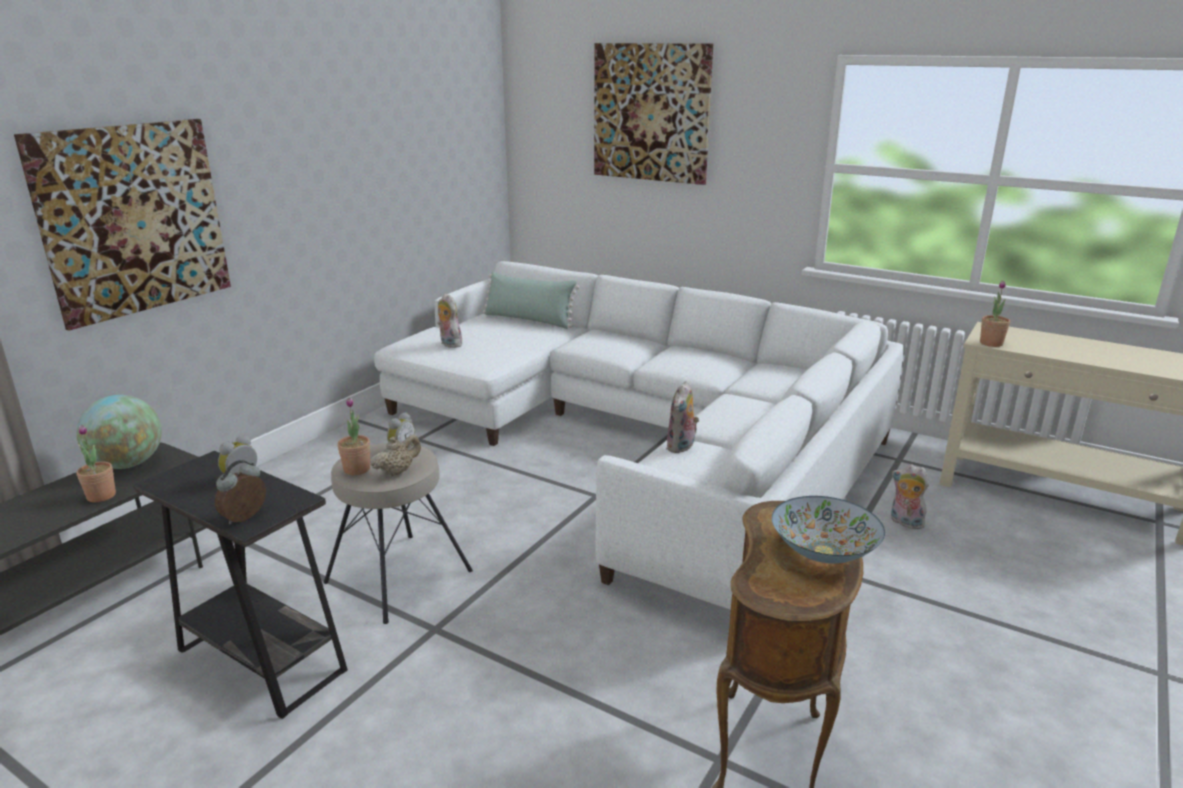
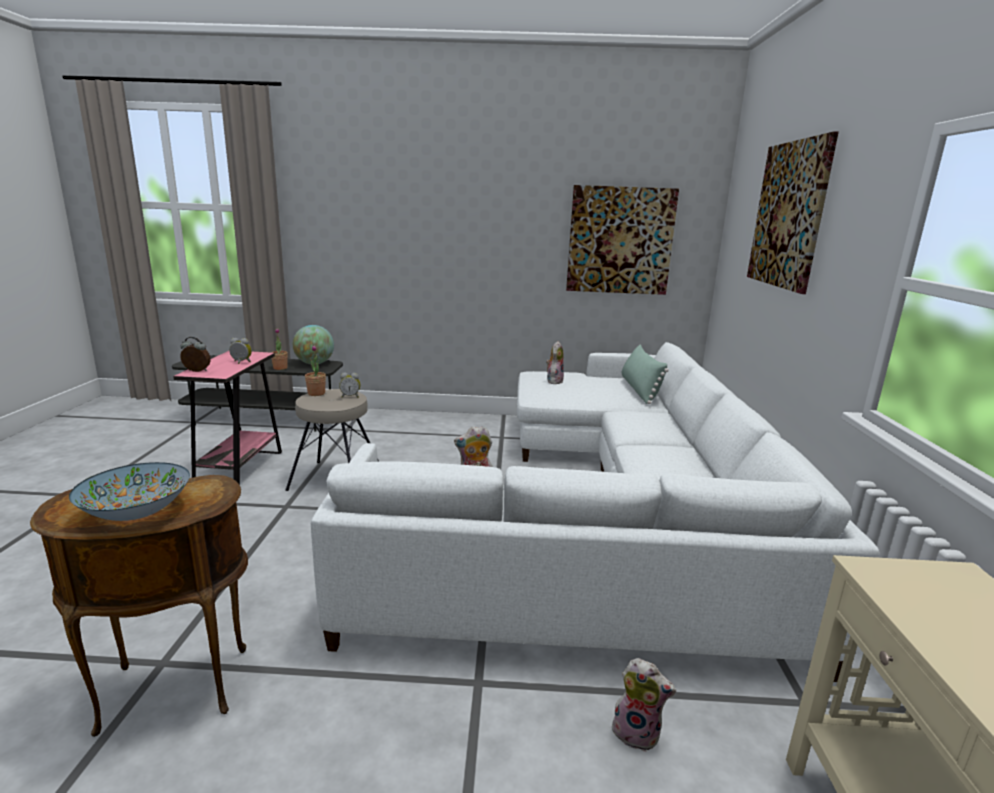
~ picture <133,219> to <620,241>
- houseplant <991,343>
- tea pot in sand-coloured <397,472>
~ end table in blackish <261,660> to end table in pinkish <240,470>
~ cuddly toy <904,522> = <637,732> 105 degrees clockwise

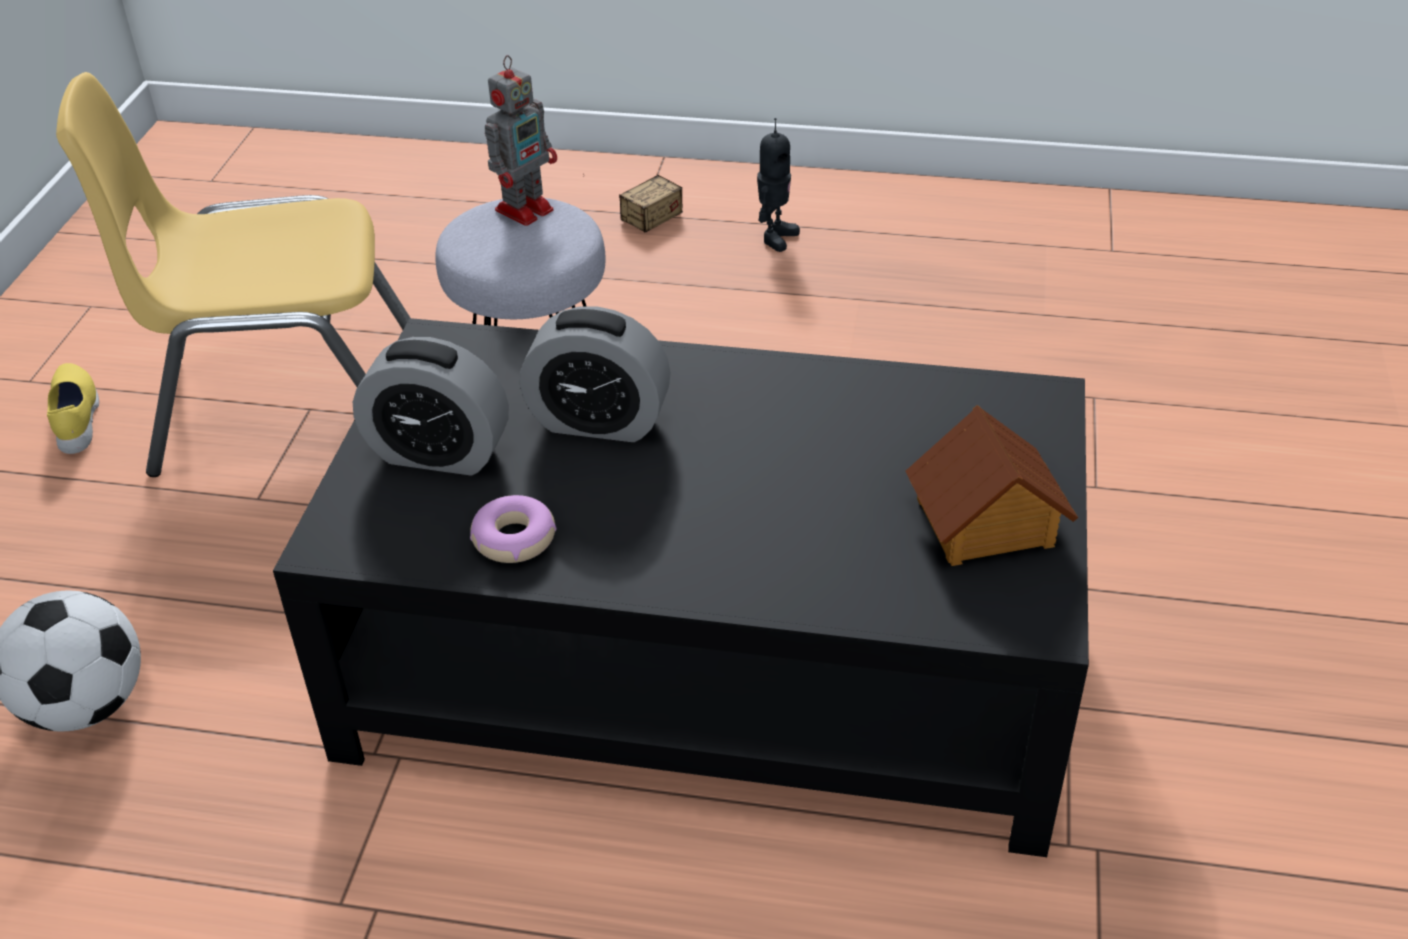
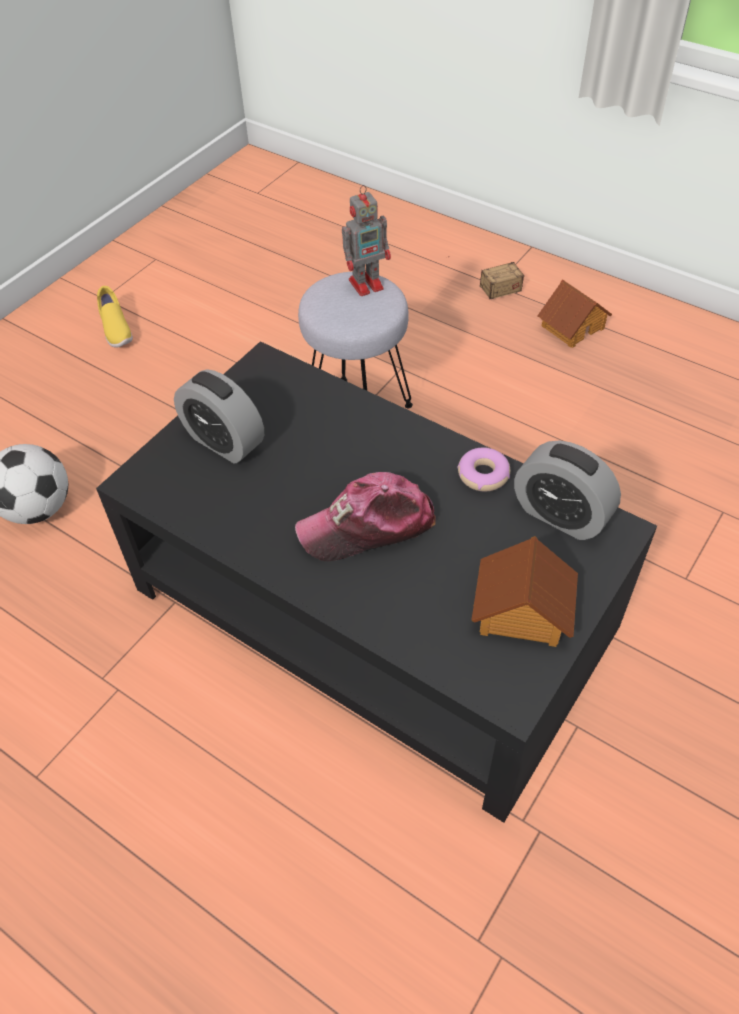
- chair in yellow-coloured <287,401>
~ robot figure <775,237> to model house <572,326>
~ alarm clock <599,421> to <560,515>
~ low shoe in yellow-coloured <78,419> = <116,330> 150 degrees clockwise
~ ring doughnut <514,539> to <483,475>
+ baseball cap <368,526>

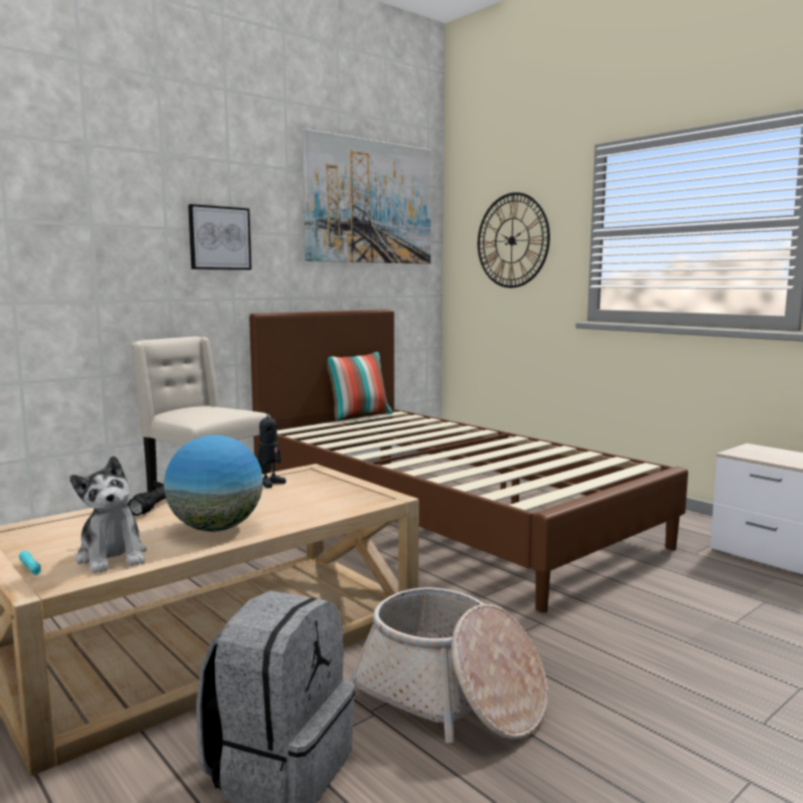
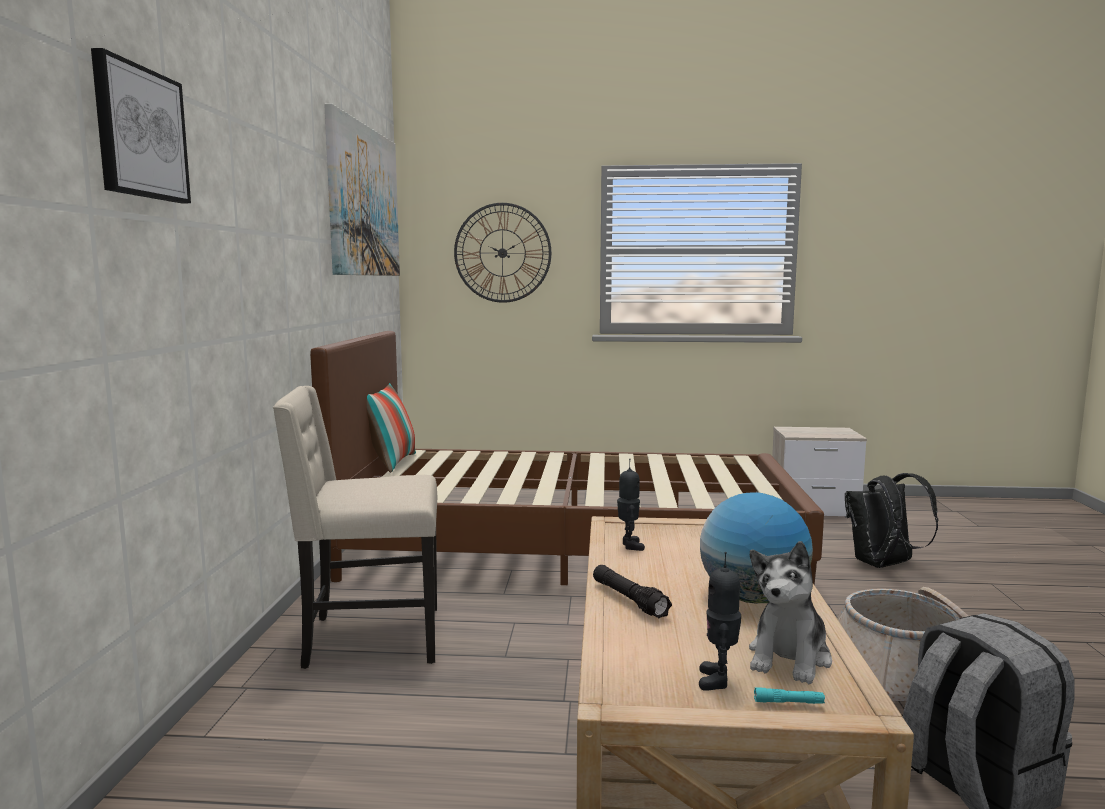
~ picture <219,238> to <140,133>
~ cuddly toy <112,556> = <789,657> 105 degrees clockwise
+ backpack in blackish <883,565>
+ robot figure <718,680>

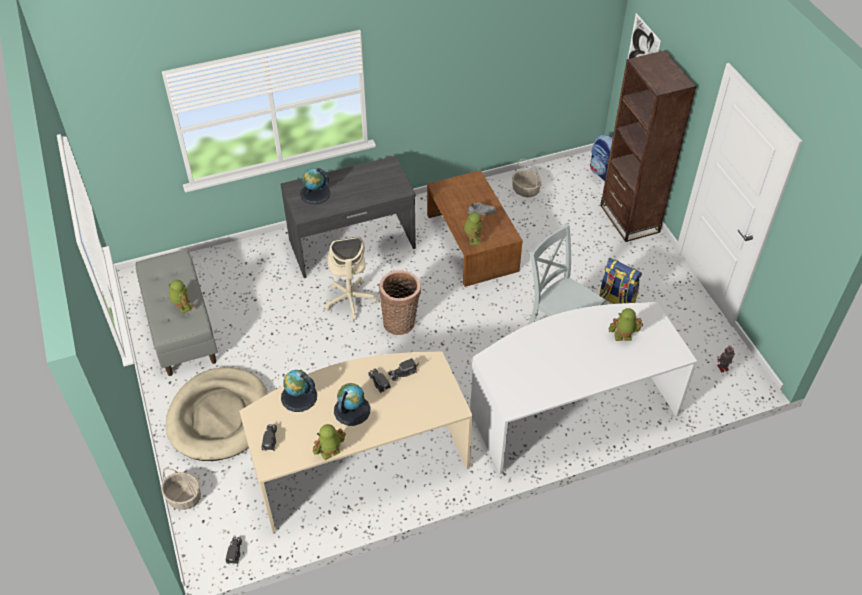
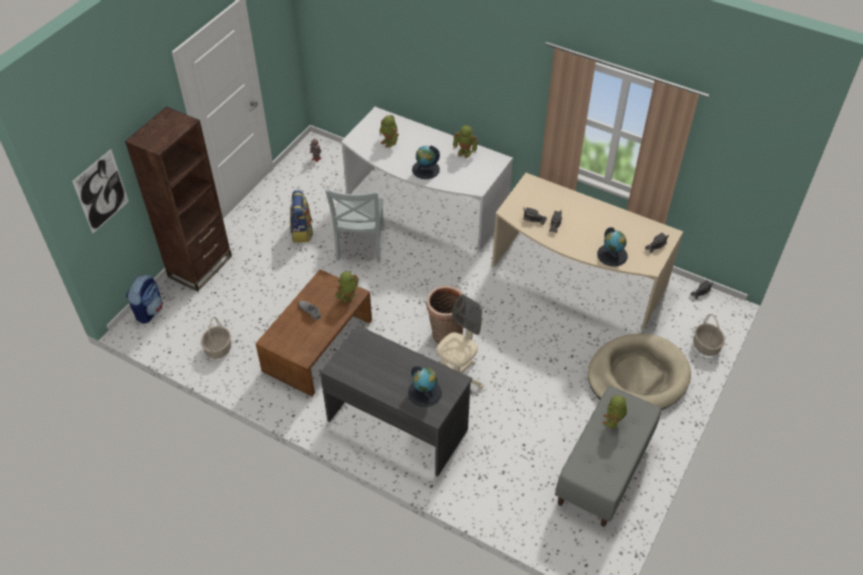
~ globe <352,410> to <425,169>
~ robot figure <330,453> to <465,152>

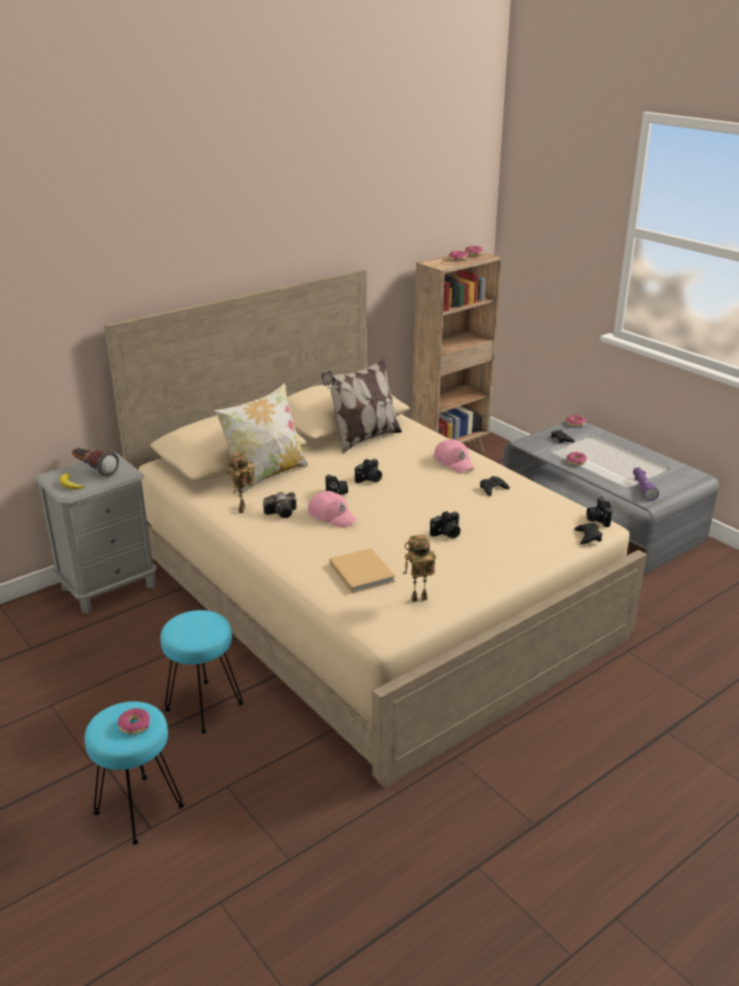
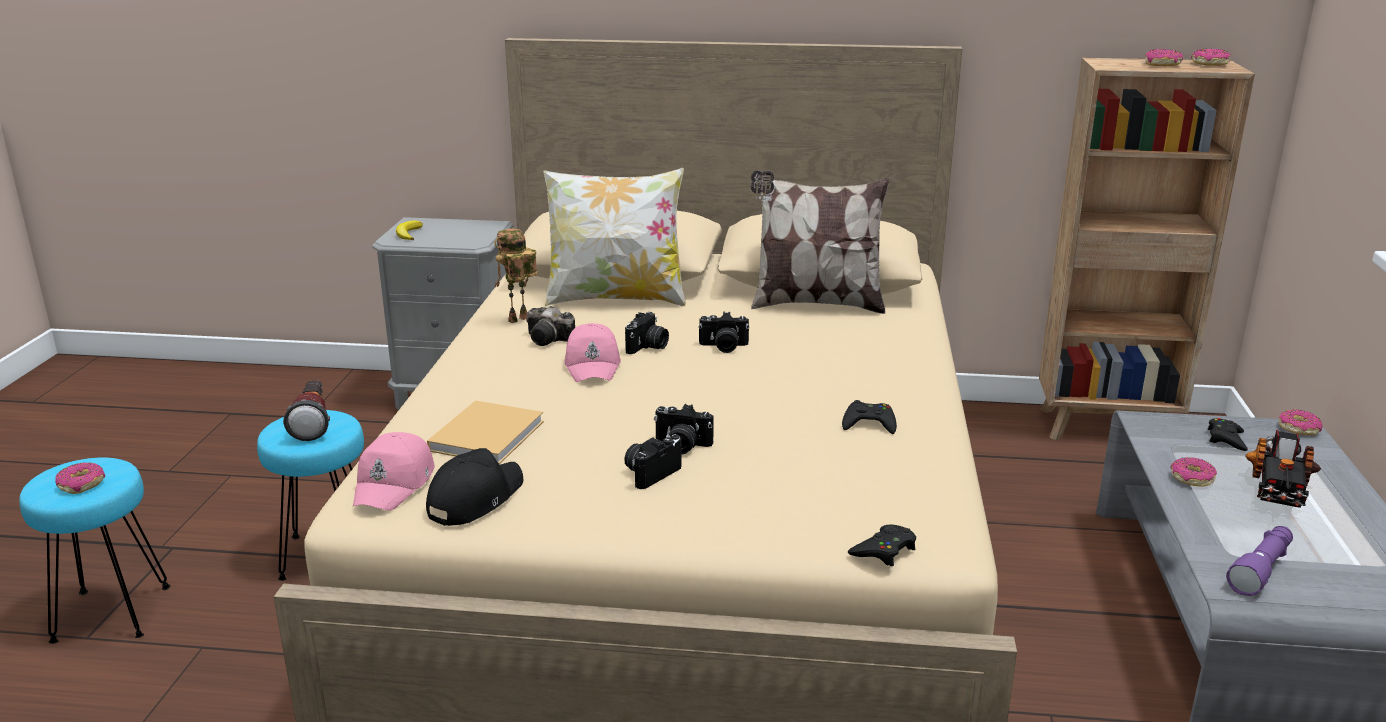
~ baseball cap in pinkish <454,462> to <395,484>
~ flashlight <94,469> to <313,422>
~ photo camera <597,519> to <650,473>
~ robot figure <418,600> to baseball cap in blackish <474,499>
+ toy lorry <1277,488>

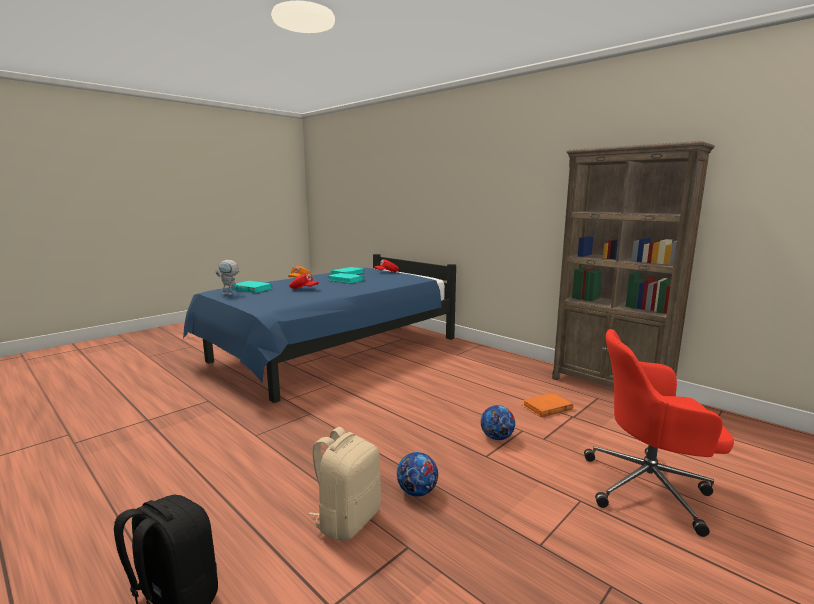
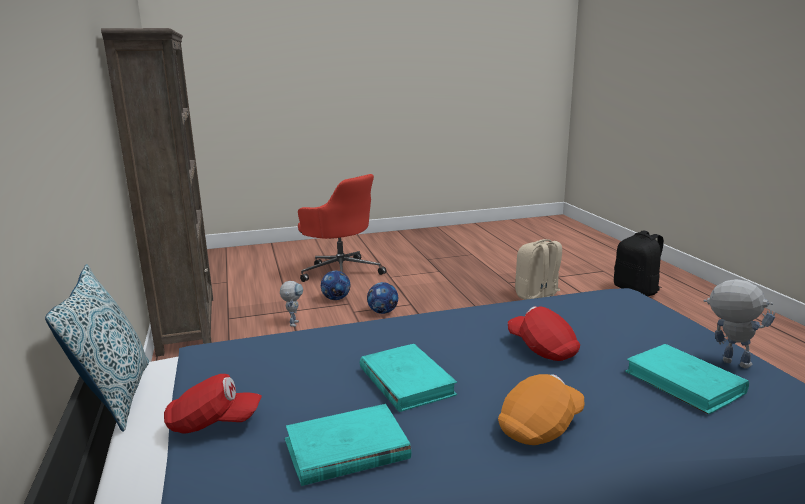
~ volume in orangey <547,407> to robot figure <293,322>
~ football ball <417,492> to <336,299>
+ pillow <116,396>

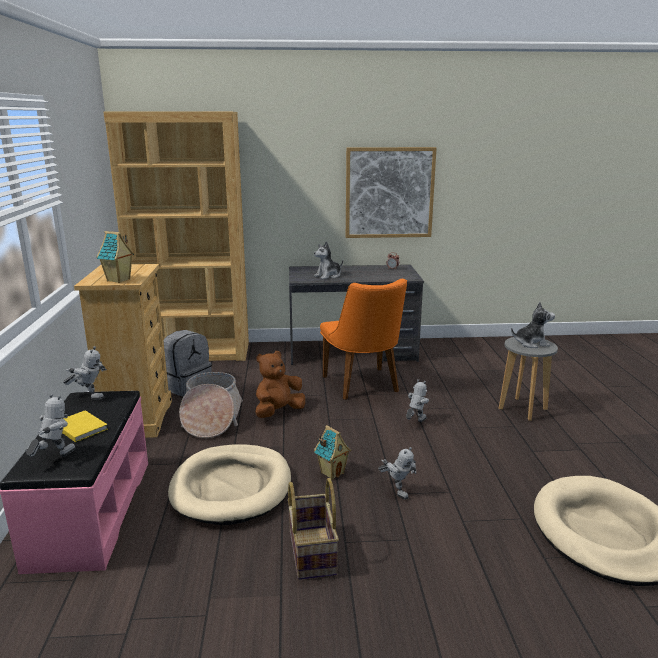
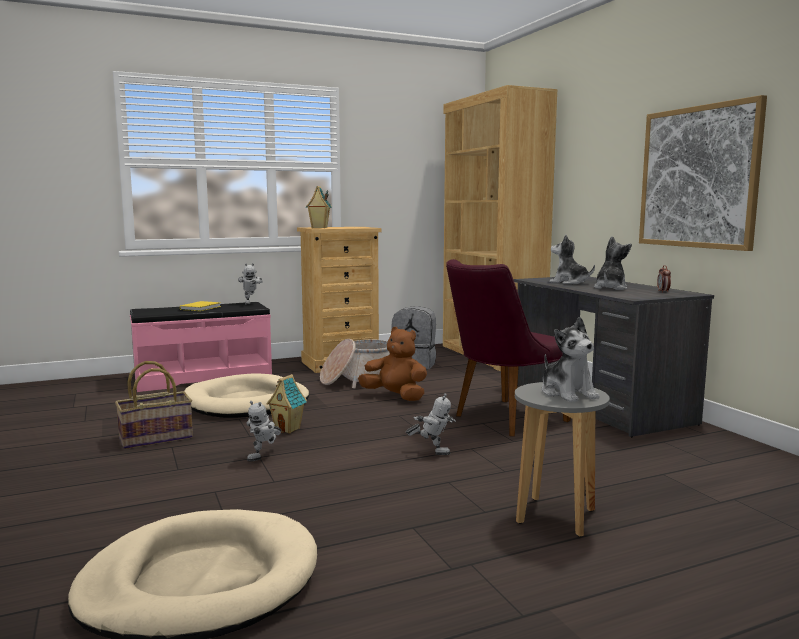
~ chair in orangey <363,386> to chair in purple-coloured <502,419>
- robot figure <55,458>
+ cuddly toy <610,288>

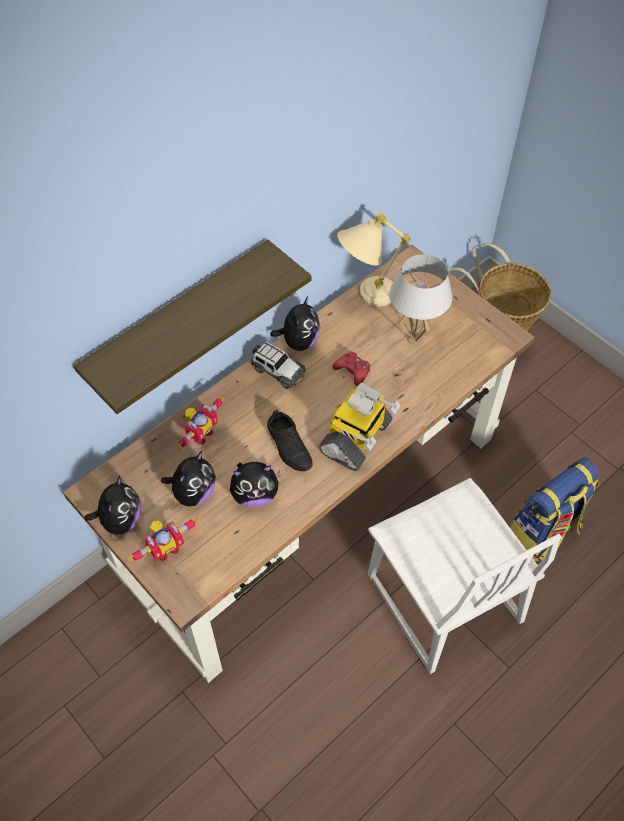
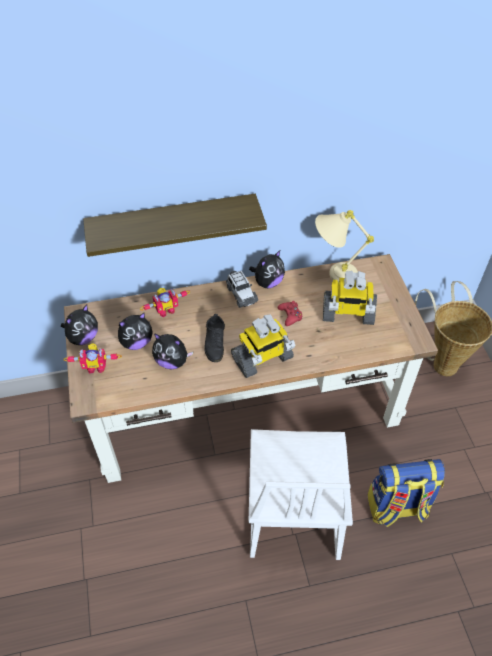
~ lamp for a table in white-coloured <414,339> to robot figure <347,313>

